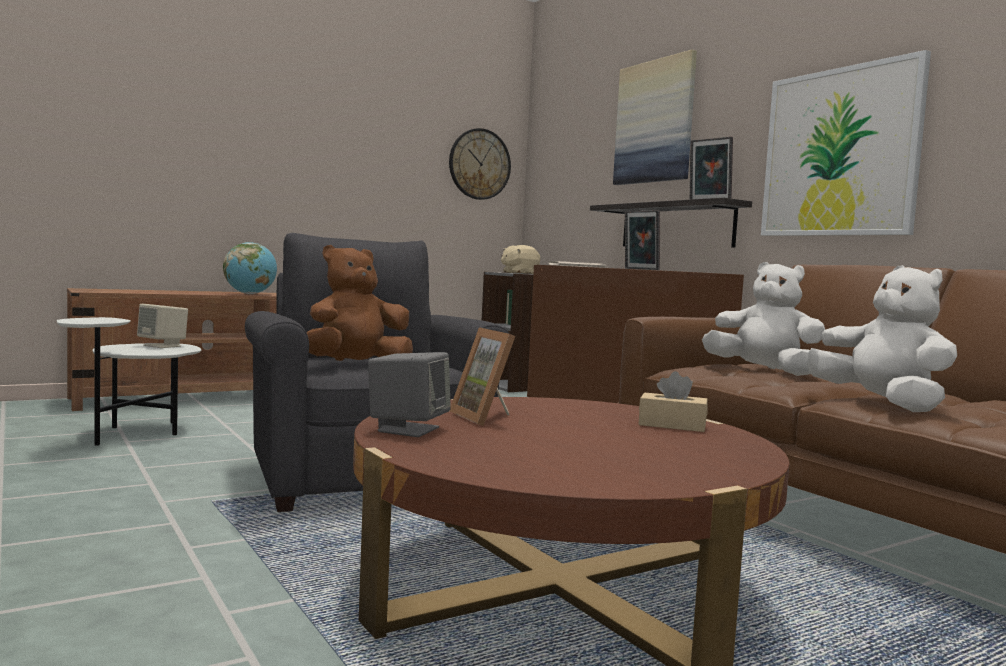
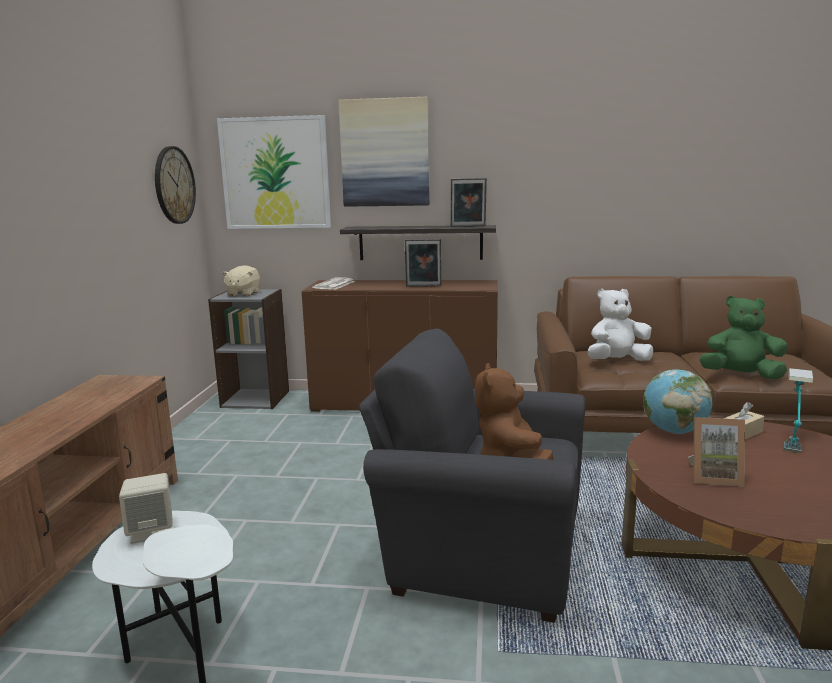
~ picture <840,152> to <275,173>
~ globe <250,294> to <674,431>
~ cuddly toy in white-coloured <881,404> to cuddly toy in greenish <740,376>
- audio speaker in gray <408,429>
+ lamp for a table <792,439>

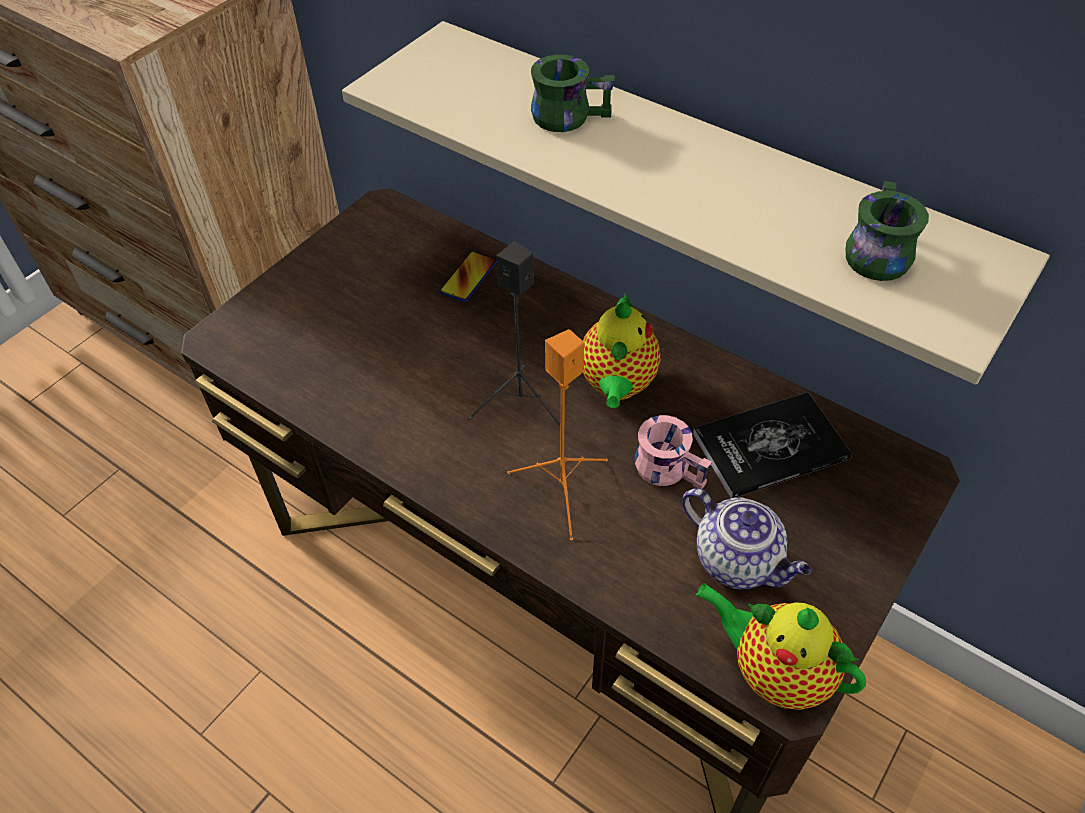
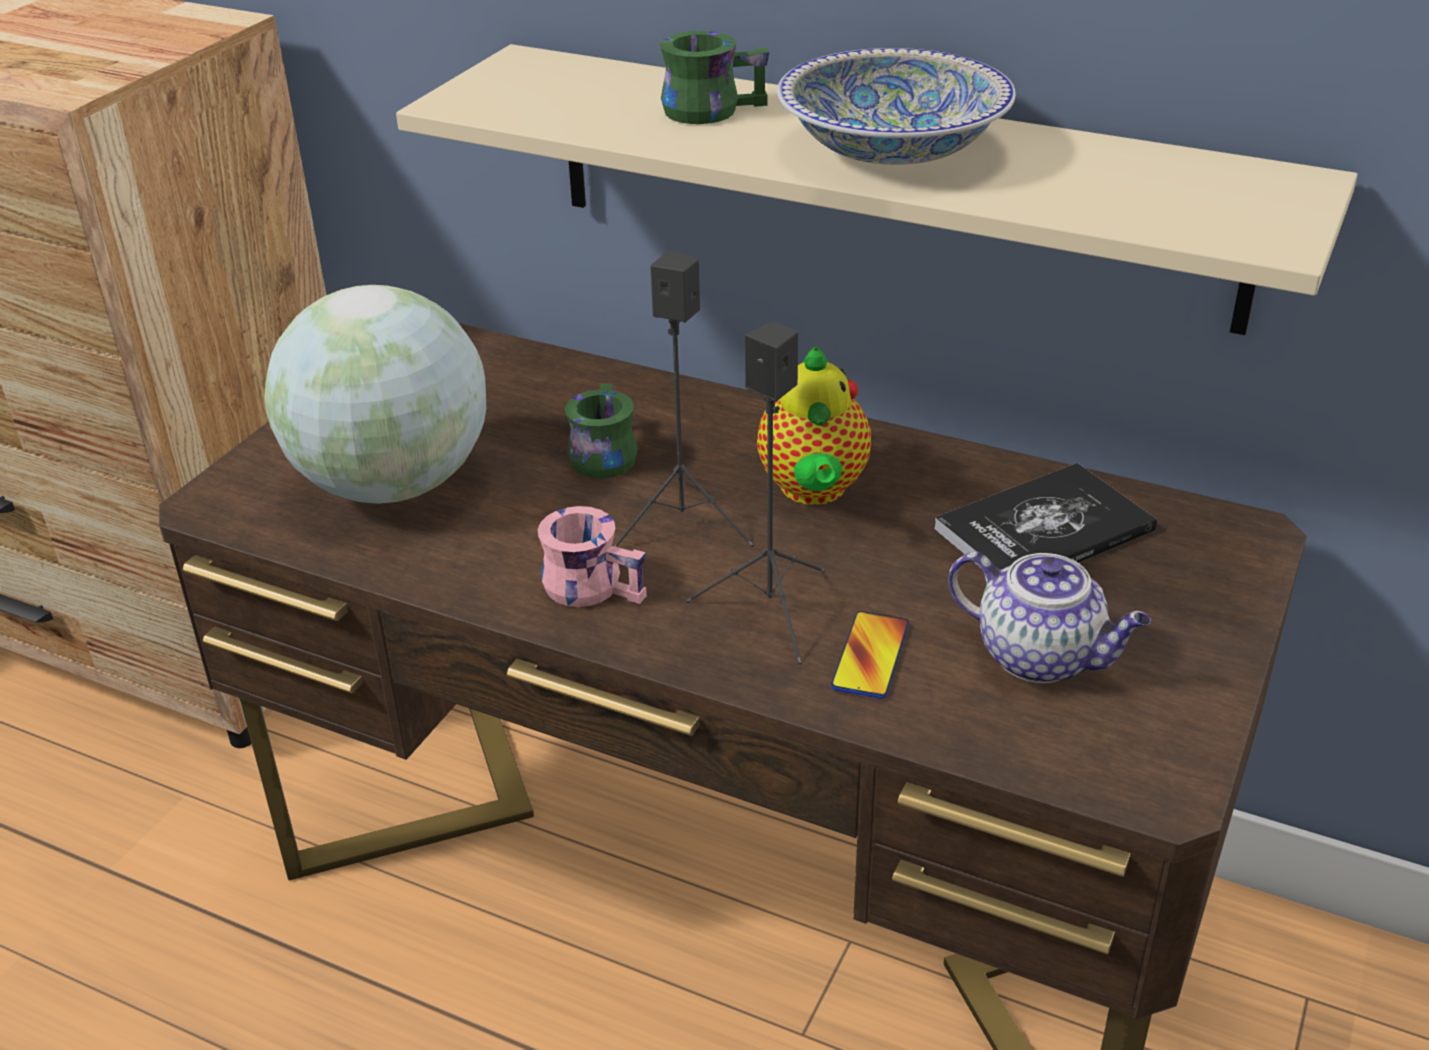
~ tea mug in greenish <871,251> to <599,454>
~ handset <469,277> to <870,656>
~ audio speaker in orangey <562,490> to audio speaker in blackish <771,611>
~ tea mug in pinkish <670,466> to <595,584>
- tea pot <774,671>
+ deep dish <891,149>
+ globe <392,483>

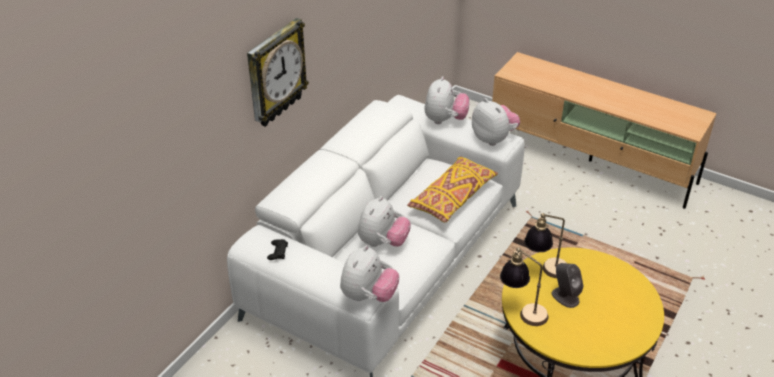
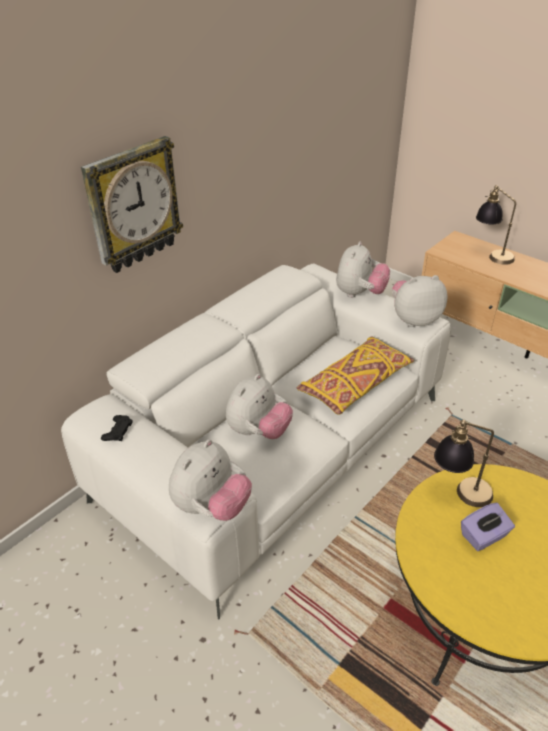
~ cuddly toy <493,138> = <414,319> 75 degrees counterclockwise
~ lamp for a table <522,311> to <491,255>
~ audio speaker in gray <565,297> to box of tissues in purple-coloured <484,536>

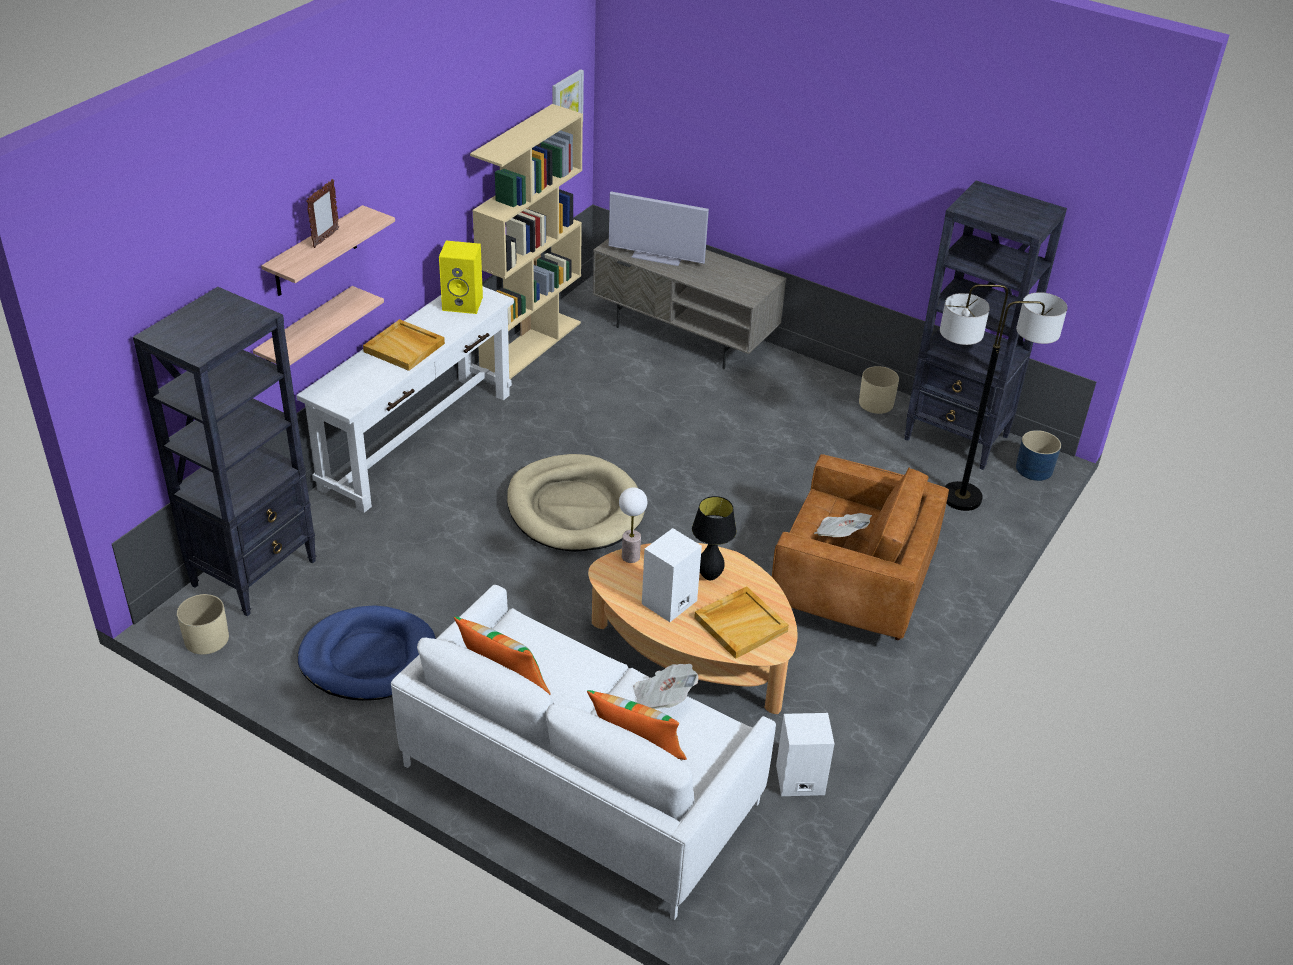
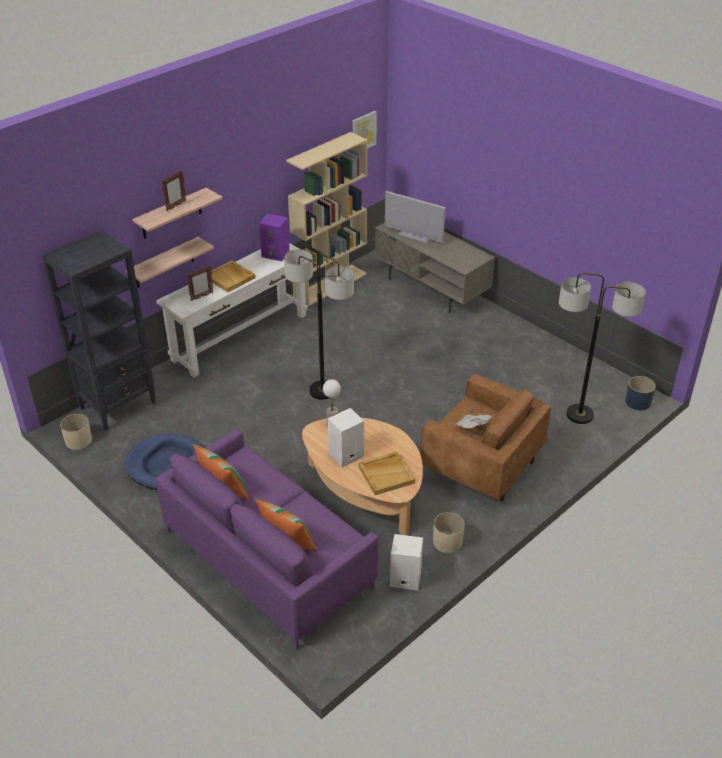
- shelving unit in blackish <957,438>
~ audio speaker in yellow-coloured <463,303> to audio speaker in purple-coloured <276,254>
~ plant pot in sand-coloured <876,403> to <447,542>
~ dog bed in sand-coloured <574,508> to standing lamp <322,391>
- lamp for a table in blackish <710,576>
~ couch in white-coloured <580,783> to couch in purple-coloured <267,559>
- printed paper <663,698>
+ photo frame <201,297>

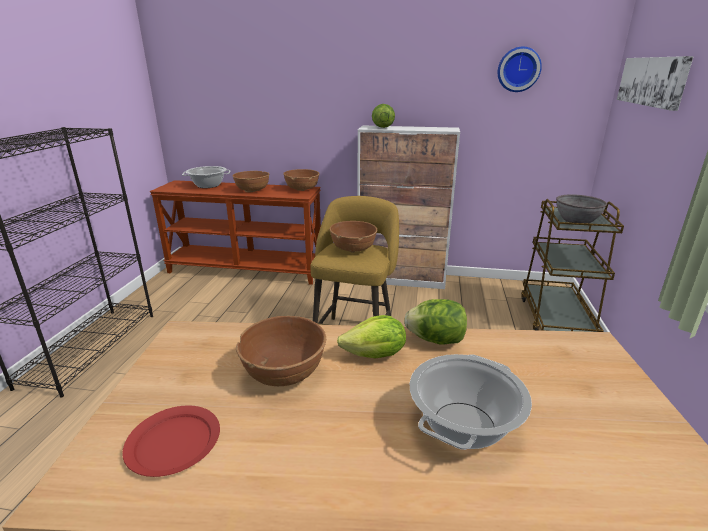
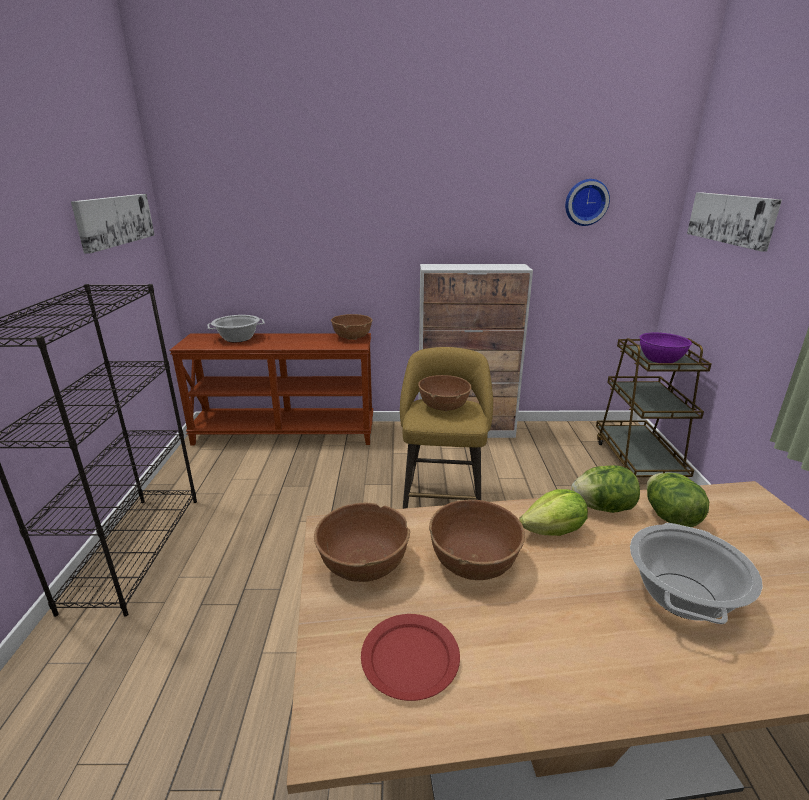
~ lettuce <382,127> to <670,517>
~ deep dish in brown-coloured <252,190> to <363,564>
~ deep dish in gray <576,220> to deep dish in purple-coloured <660,359>
+ picture <115,220>

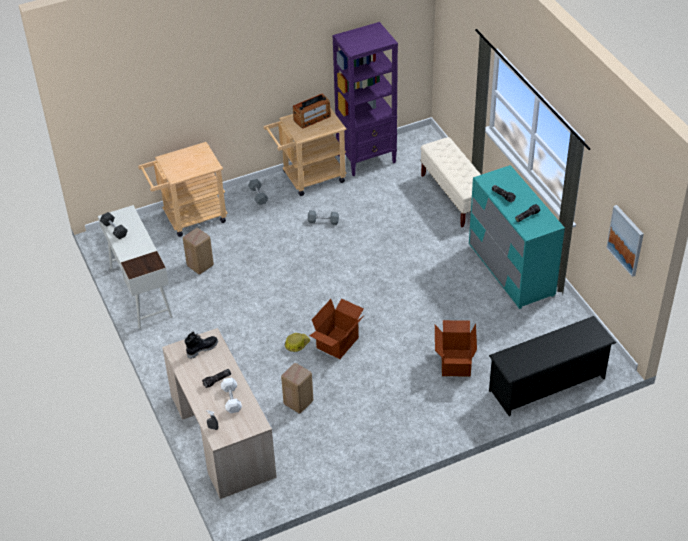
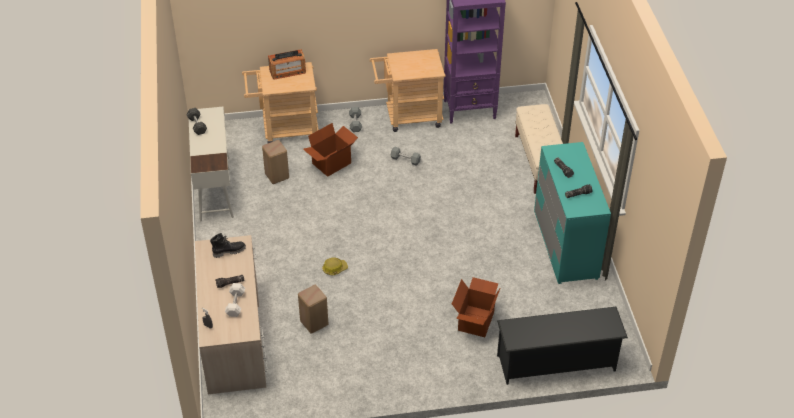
~ radio set <312,118> to <287,71>
- picture <626,240>
~ packing box <338,343> to <332,164>

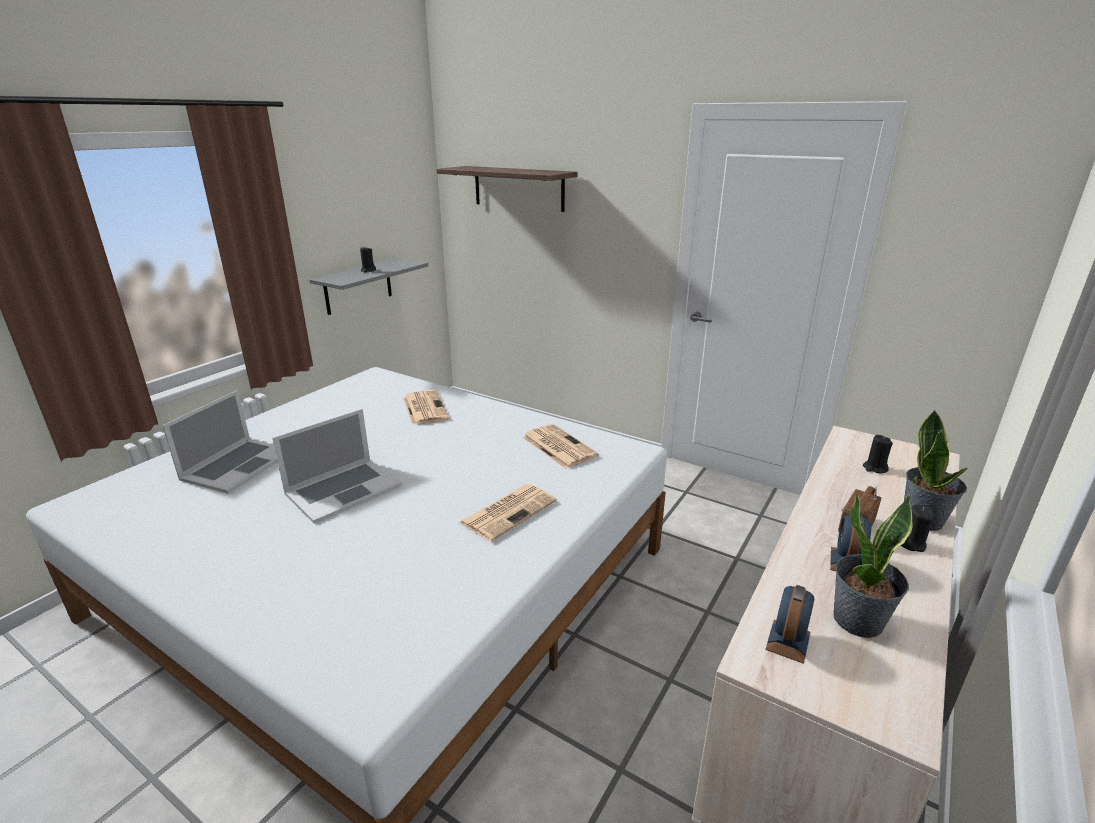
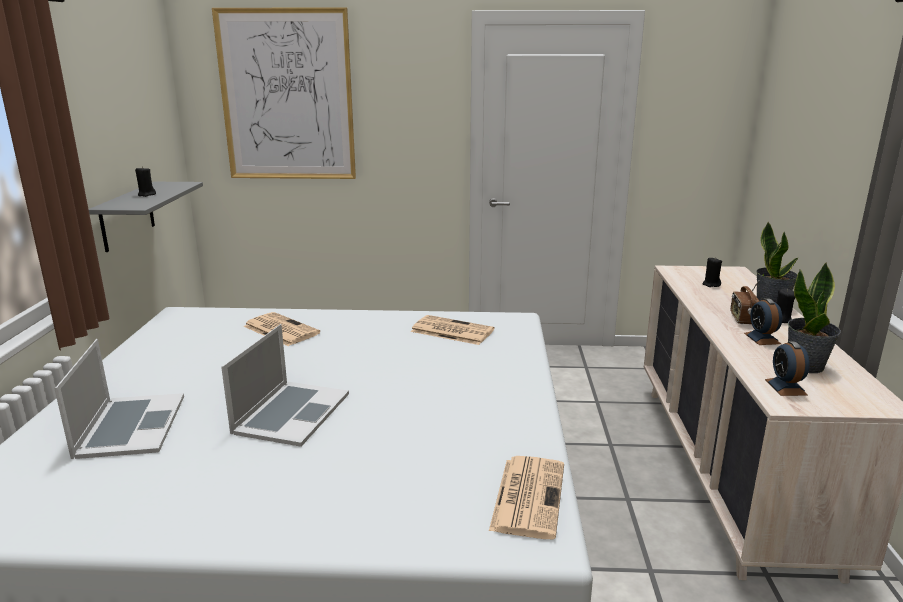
~ wall shelf <518,188> to picture <287,96>
~ printed paper <509,511> to <528,495>

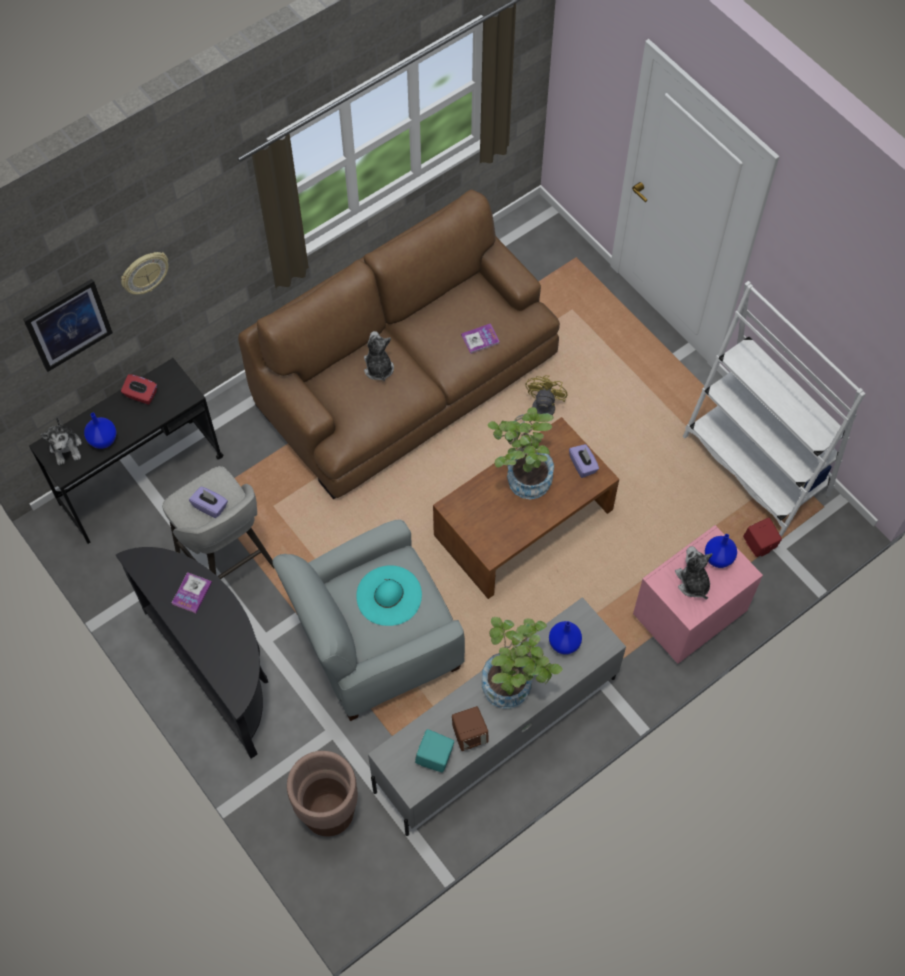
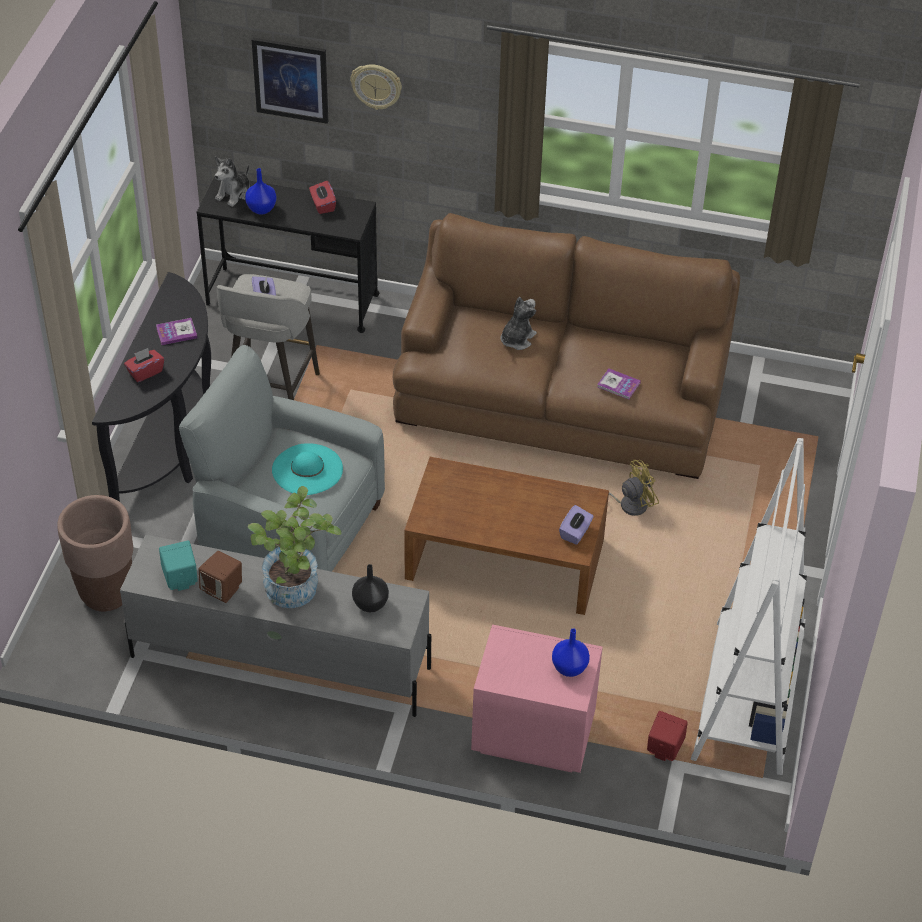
- houseplant <522,479>
- cuddly toy <692,582>
~ decorative vase in bluish <565,643> to decorative vase in blackish <371,604>
+ box of tissues in reddish <145,372>

